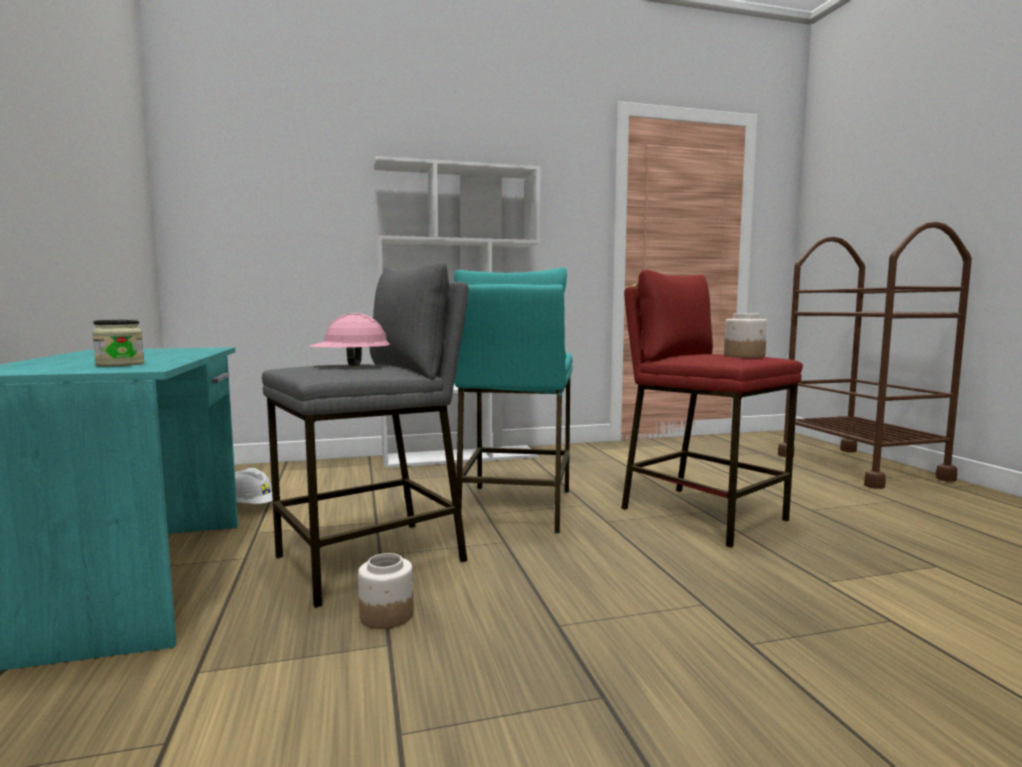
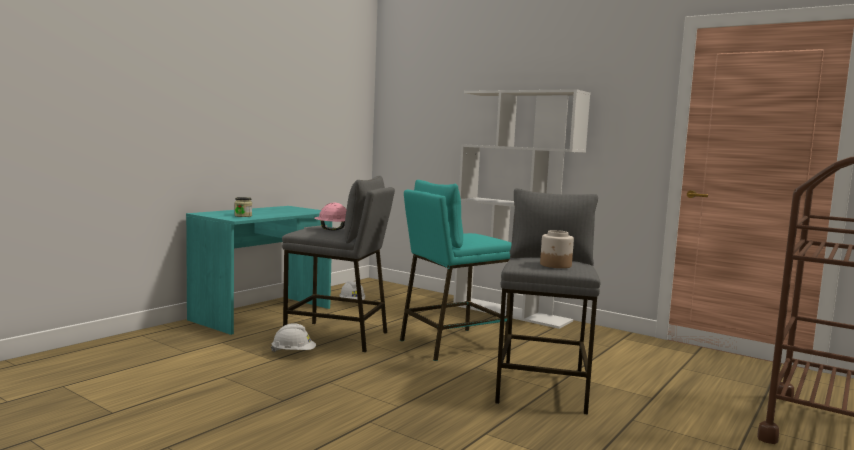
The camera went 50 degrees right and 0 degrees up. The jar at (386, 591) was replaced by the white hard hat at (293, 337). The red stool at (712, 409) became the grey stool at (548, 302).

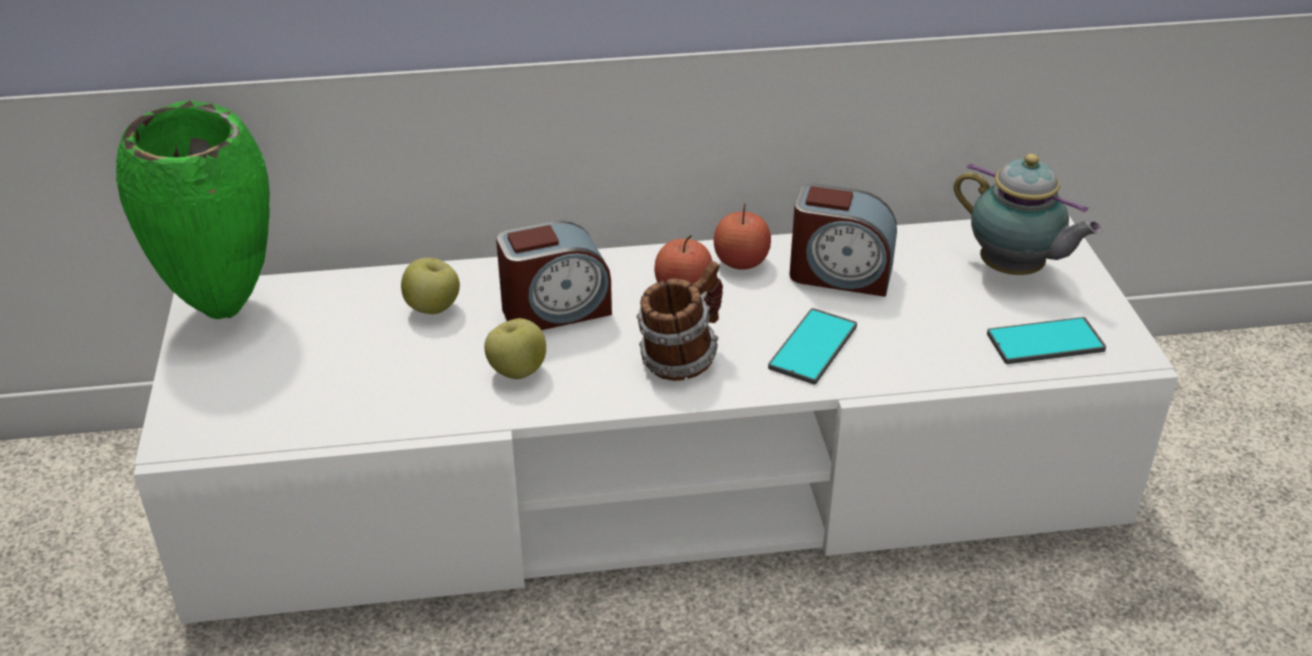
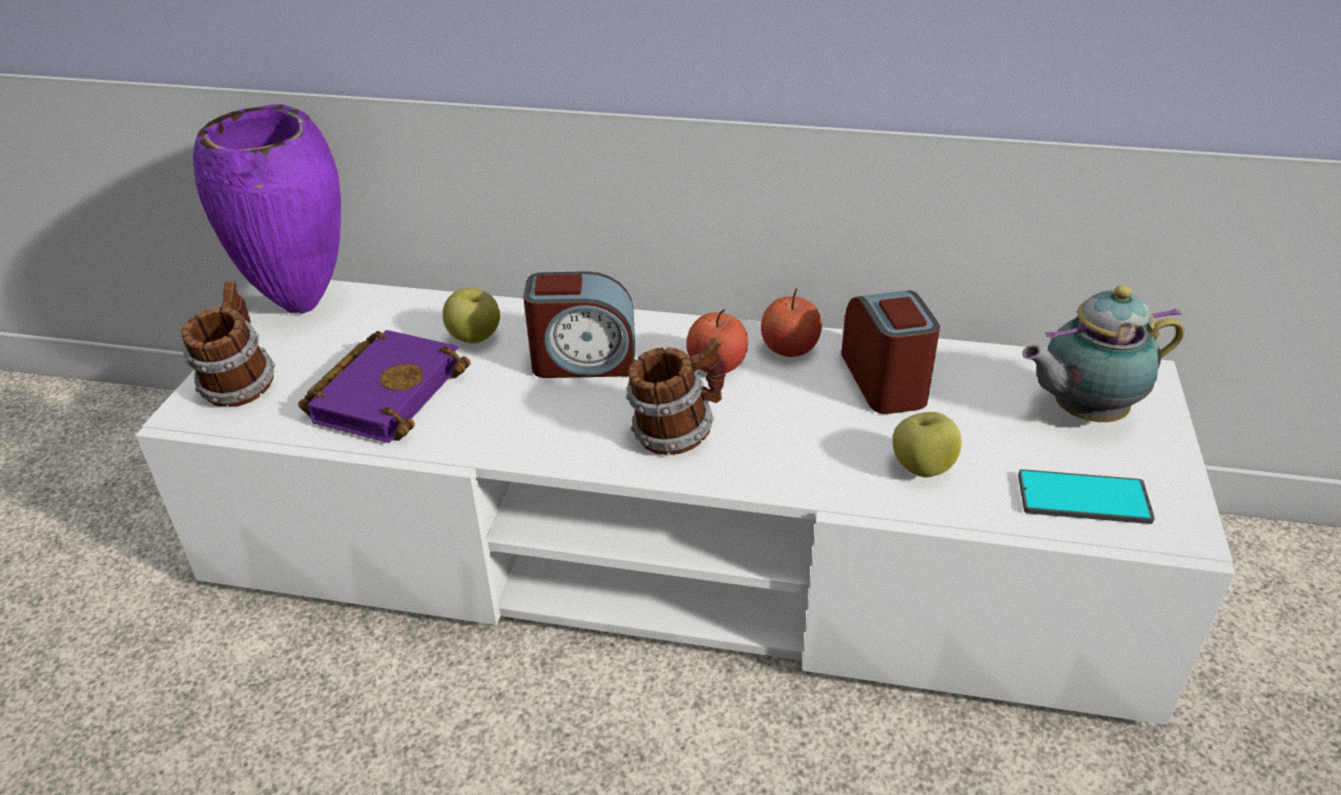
The camera went 20 degrees right and 0 degrees up. The green vase at (193, 209) became the purple vase at (267, 209). The apple moved from (515, 348) to (927, 444). The phone at (812, 346) disappeared. The alarm clock at (843, 240) turned 135 degrees counterclockwise. The teapot at (1028, 214) turned 105 degrees clockwise. The mug at (228, 344) appeared. The purple book at (384, 386) appeared.

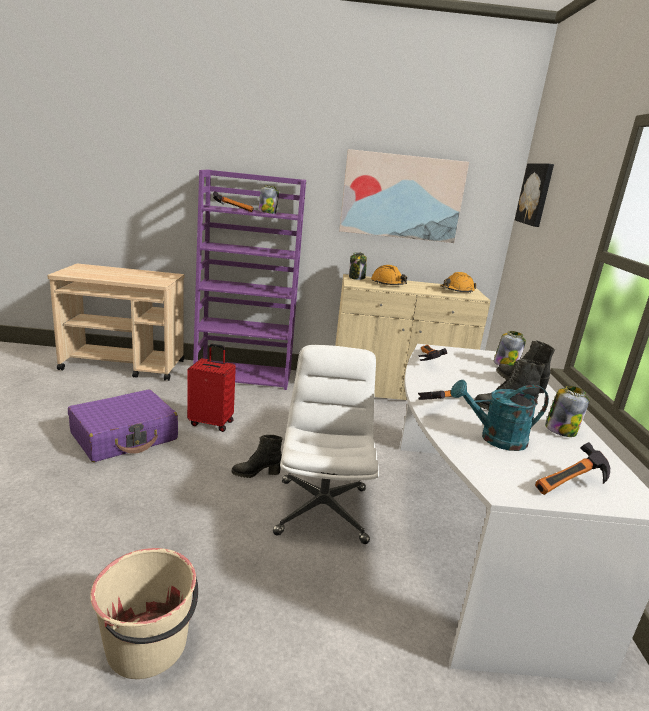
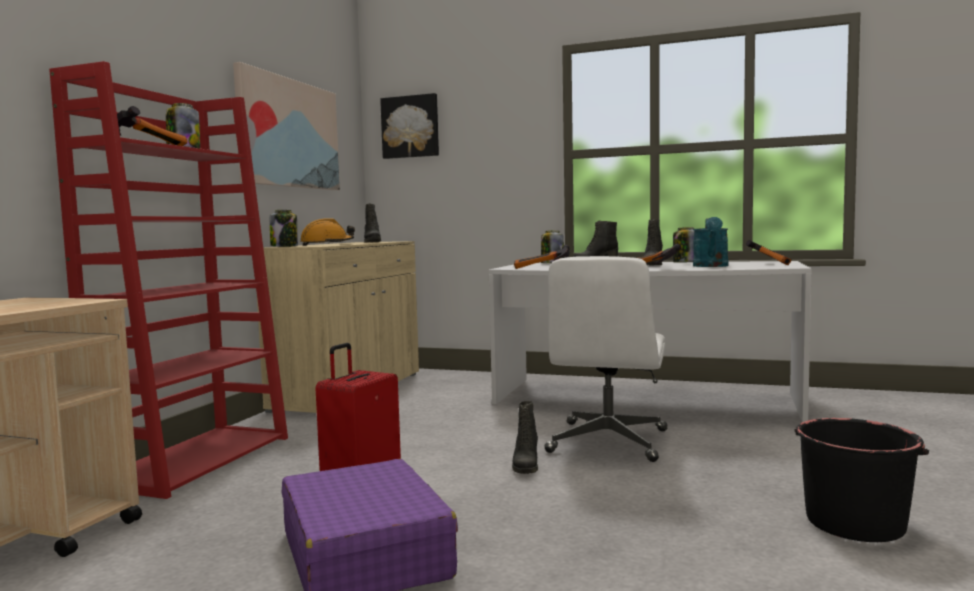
The camera went 70 degrees left and 15 degrees down. The beige bucket at (144, 613) became the black bucket at (861, 480). The purple bookcase at (249, 280) became the red bookcase at (168, 280). The white office chair at (326, 444) turned 90 degrees counterclockwise. The orange hard hat at (458, 282) was replaced by the black boot at (372, 222).

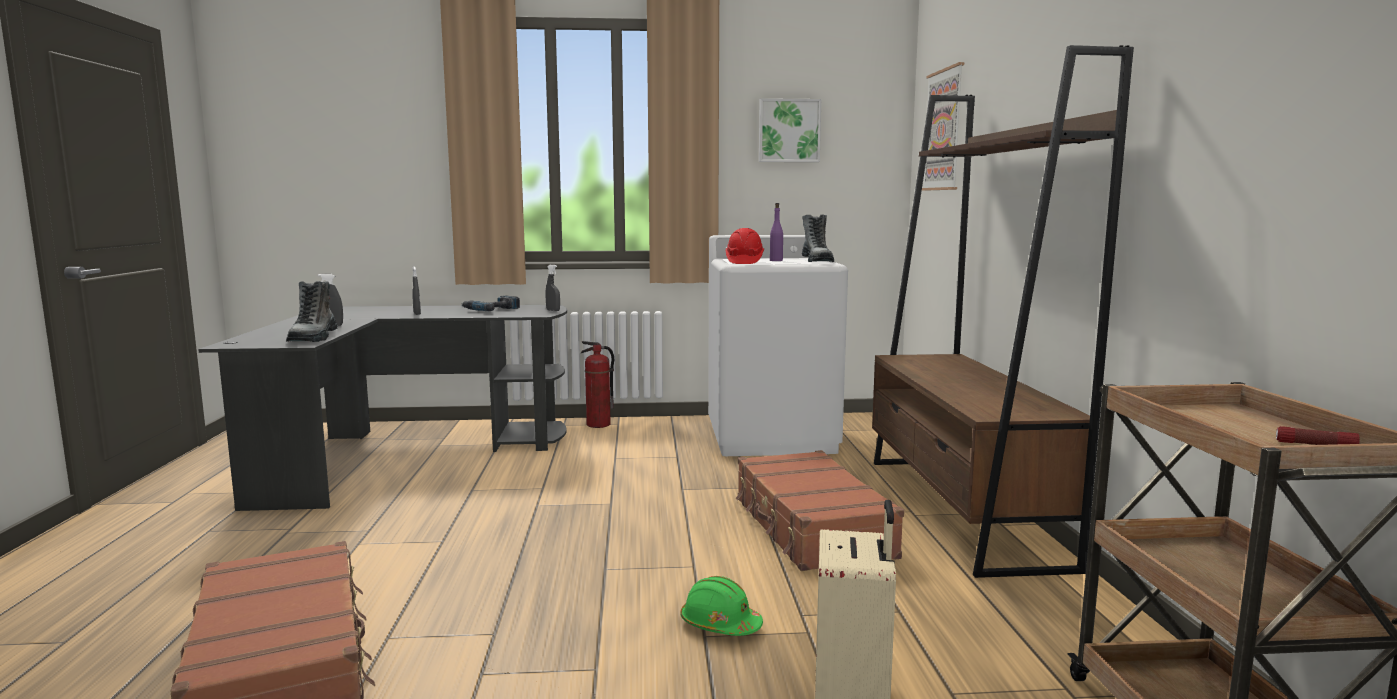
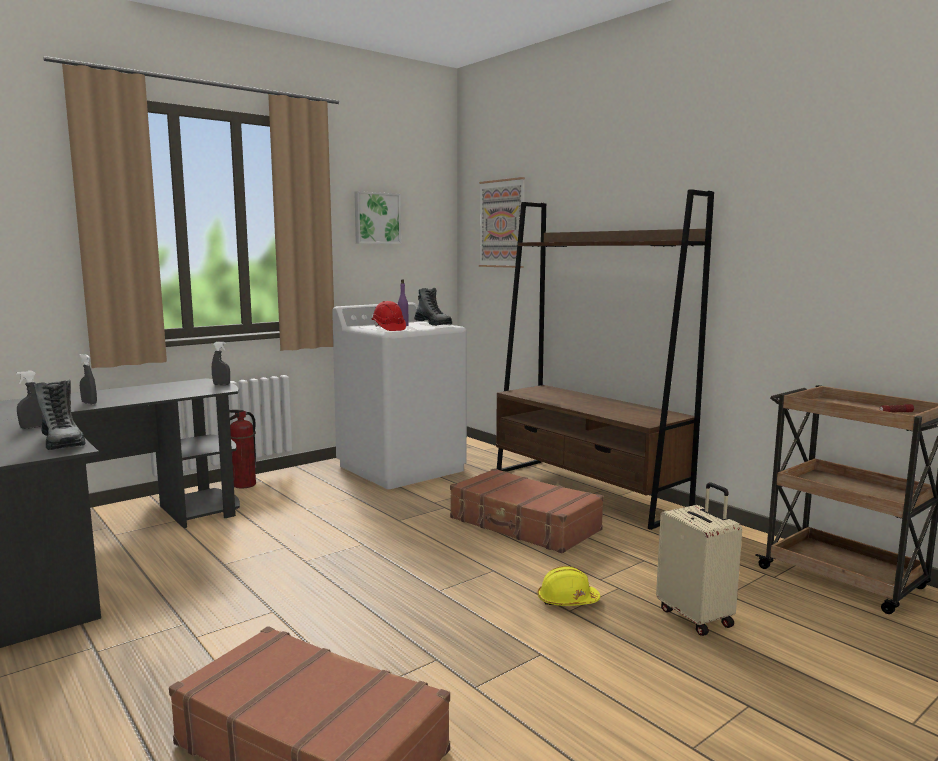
The camera went 35 degrees left and 0 degrees up. The power drill at (491, 303) disappeared. The green hard hat at (722, 606) became the yellow hard hat at (569, 586).

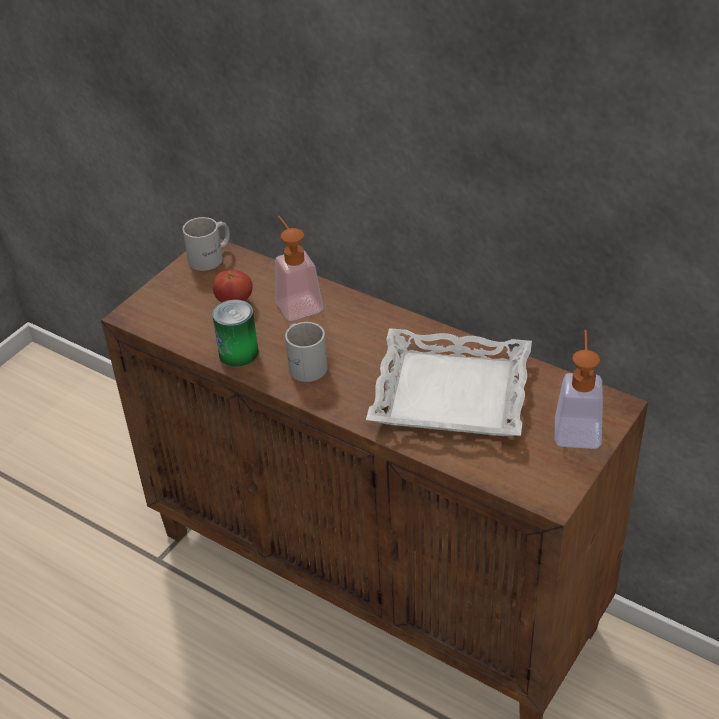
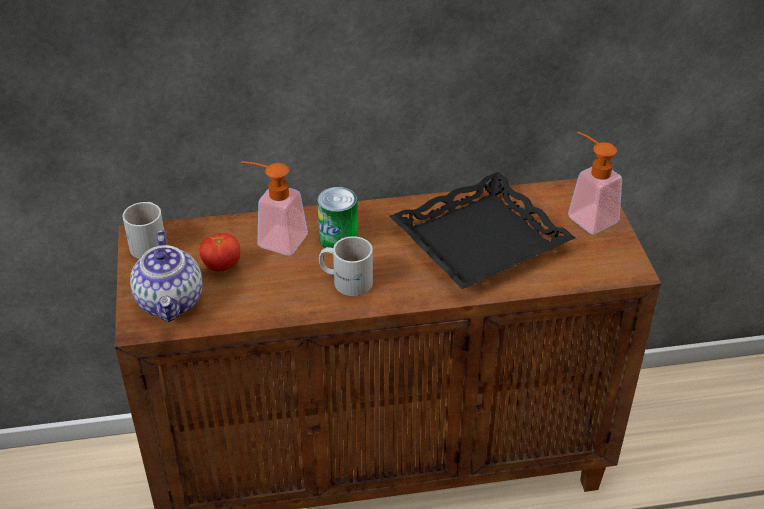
The camera went 45 degrees left and 0 degrees up. The can moved from (235, 333) to (337, 217). The white tray at (449, 382) became the black tray at (482, 230). The teapot at (166, 276) appeared.

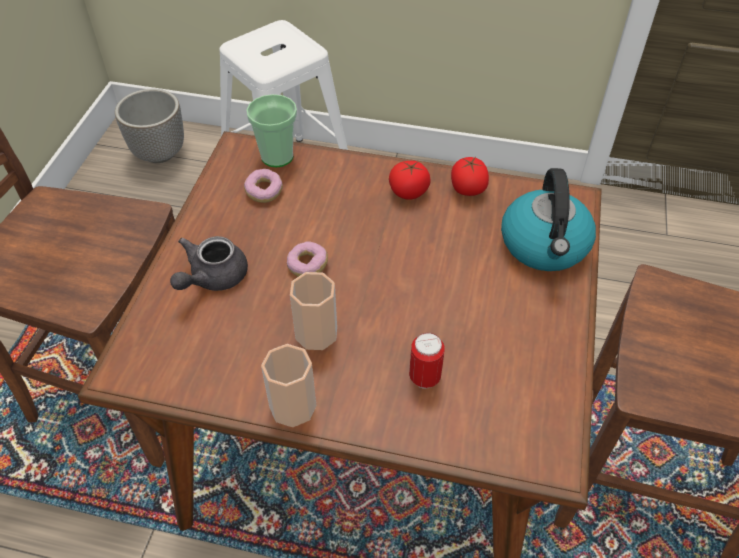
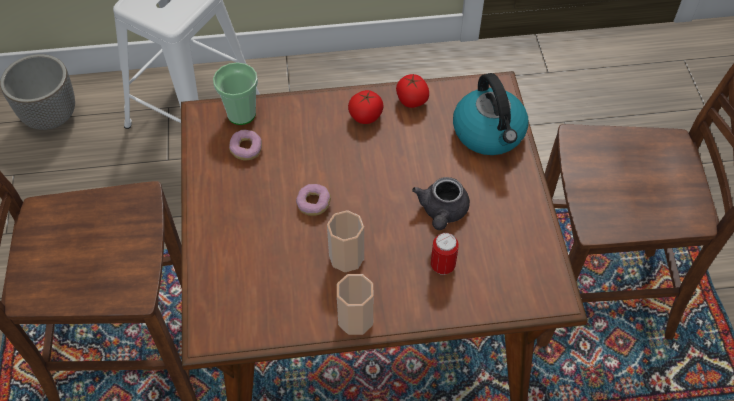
The camera went 20 degrees left and 5 degrees up. The grey teapot moved from (209, 263) to (441, 203).

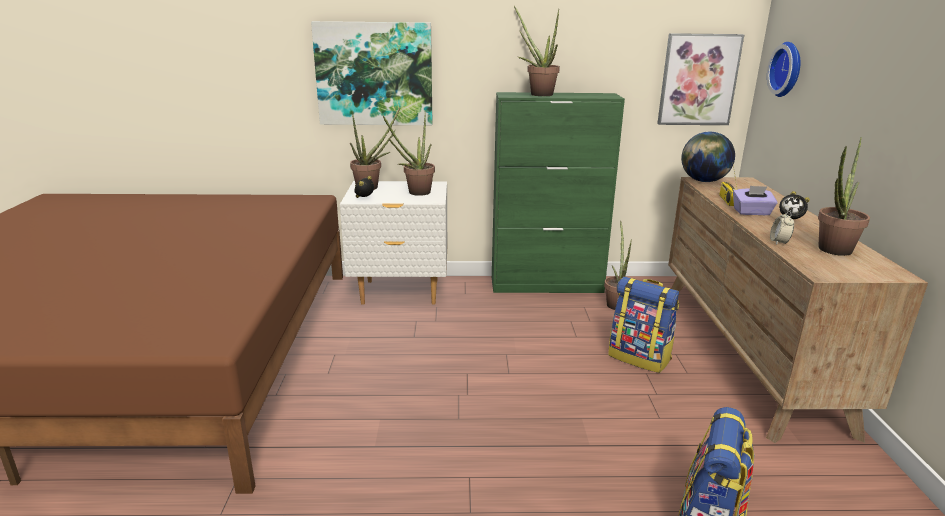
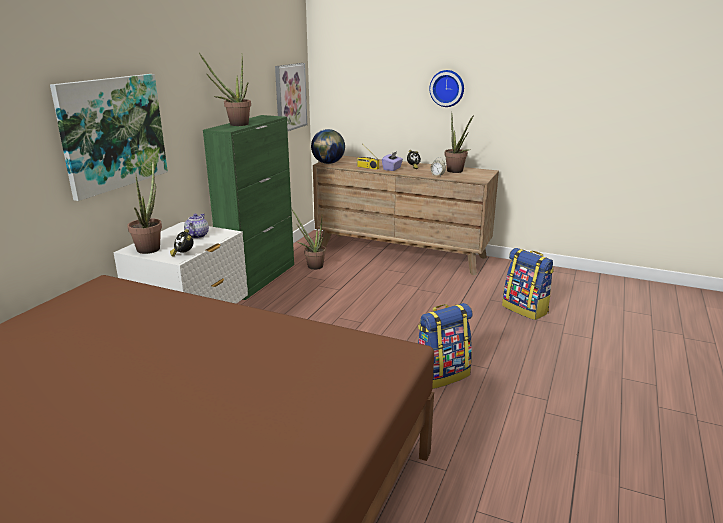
The camera went 65 degrees left and 0 degrees up. The potted plant at (409, 155) was replaced by the teapot at (196, 226). The backpack moved from (643, 325) to (445, 346). The wall clock moved from (783, 69) to (446, 88).

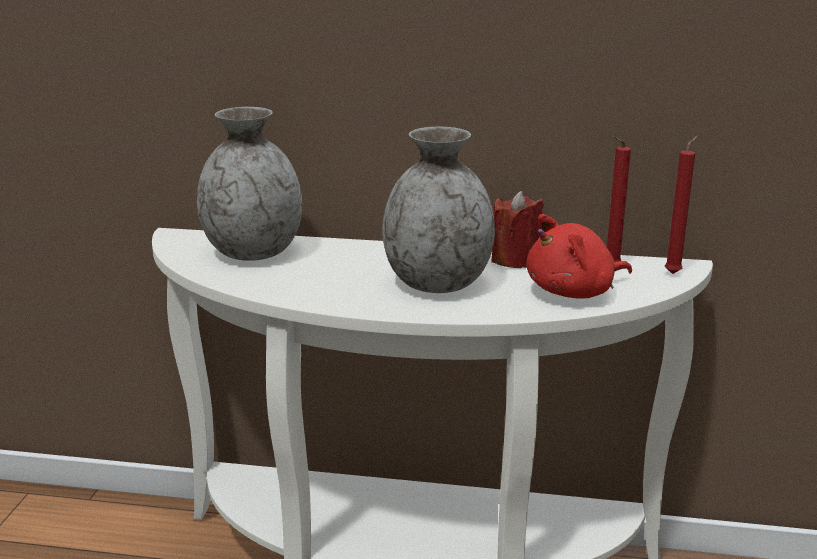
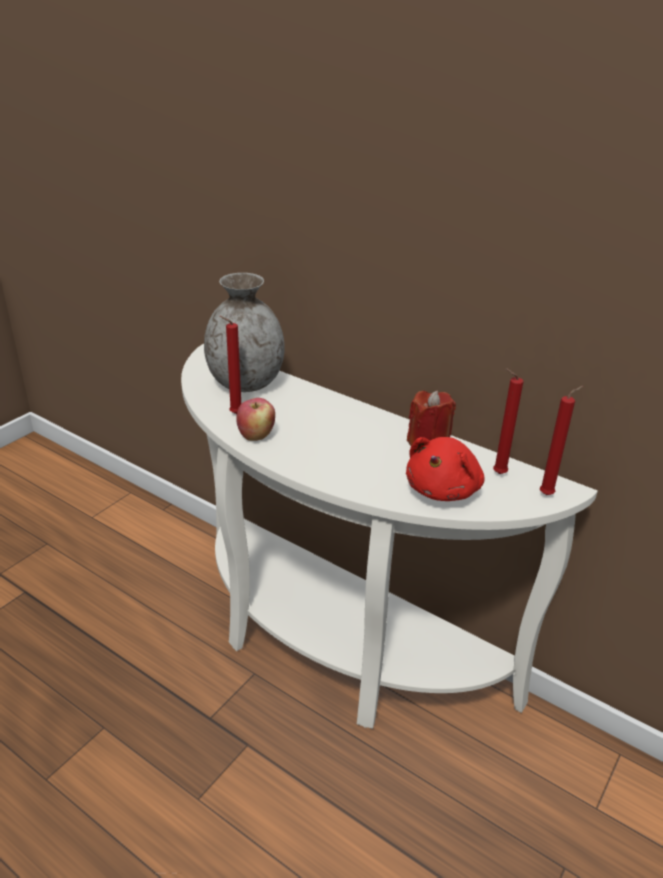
The camera went 25 degrees right and 10 degrees up. The grey vase at (438, 210) disappeared. The red plush toy at (579, 256) turned 60 degrees counterclockwise. The red candle at (230, 365) appeared. The apple at (255, 419) appeared.

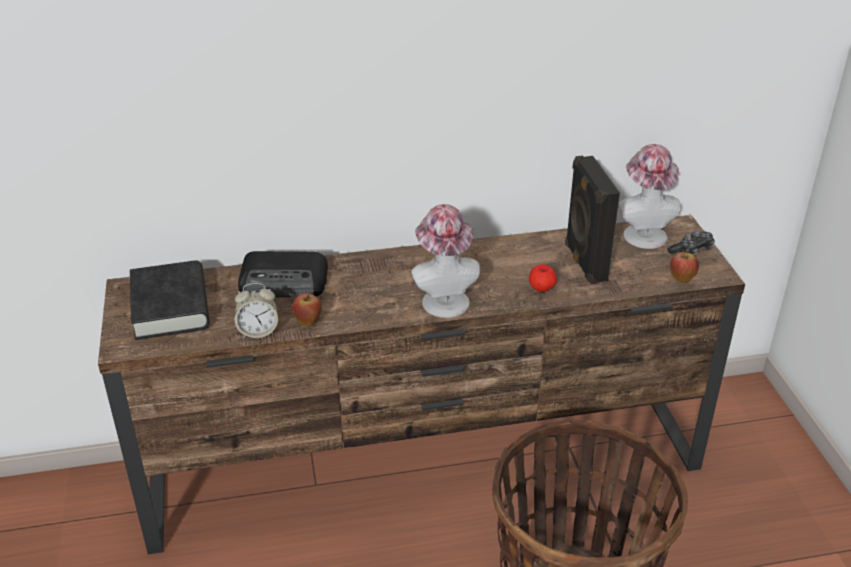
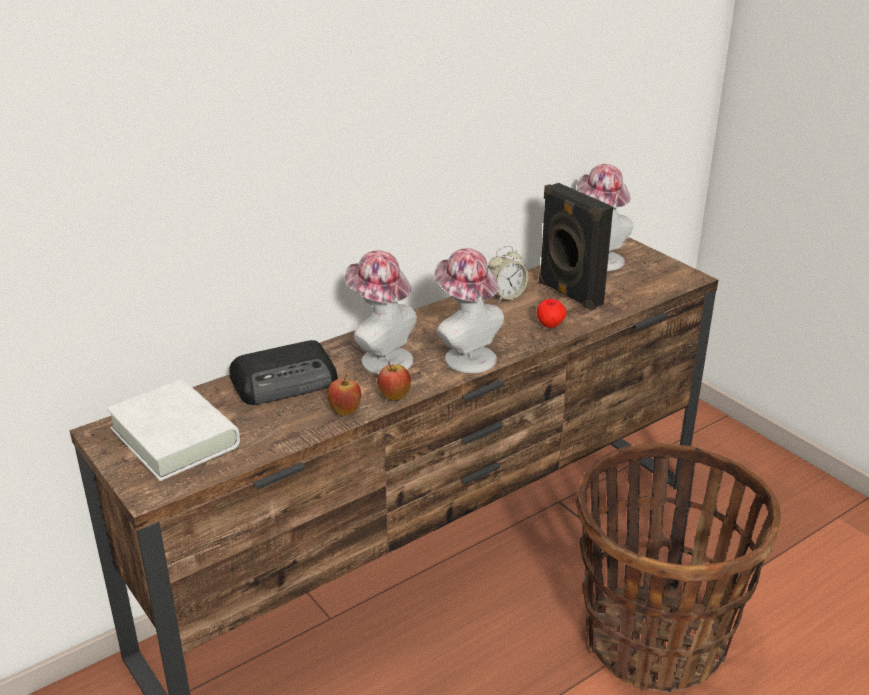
The camera went 25 degrees left and 5 degrees down. The black book at (170, 300) became the white book at (173, 430). The alarm clock moved from (256, 310) to (508, 274). The game controller at (691, 242) disappeared. The apple moved from (684, 266) to (394, 381). The hat at (381, 312) appeared.

